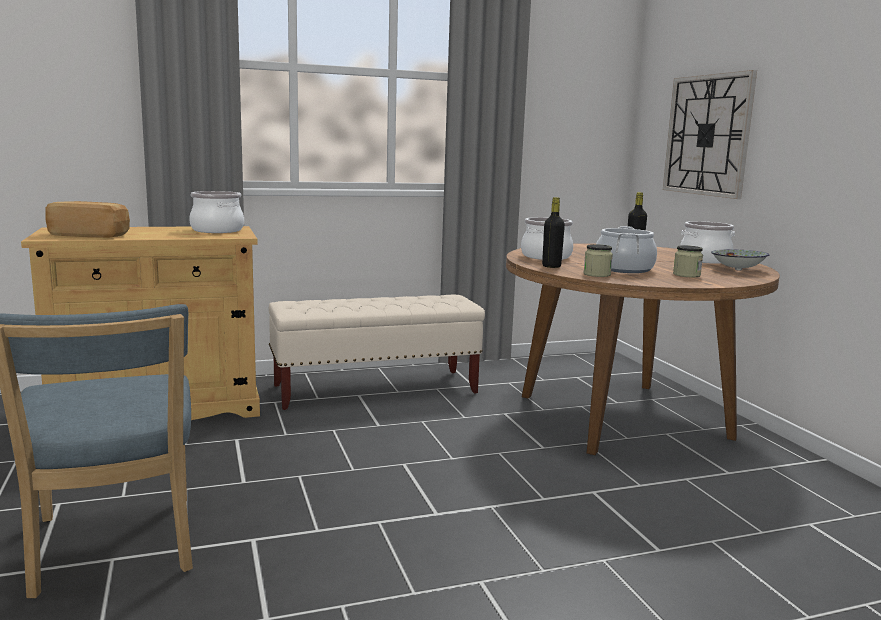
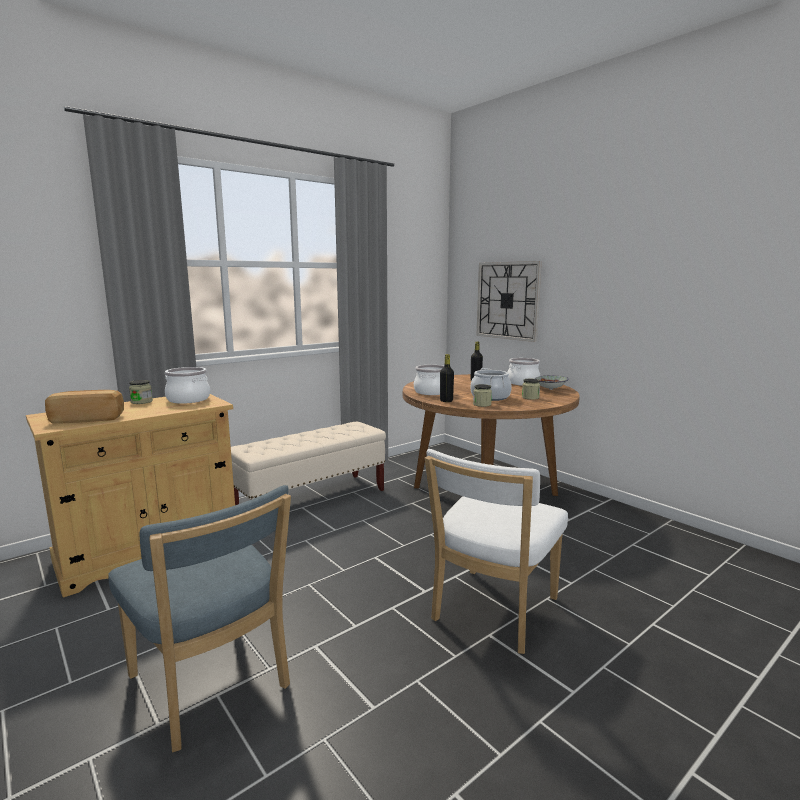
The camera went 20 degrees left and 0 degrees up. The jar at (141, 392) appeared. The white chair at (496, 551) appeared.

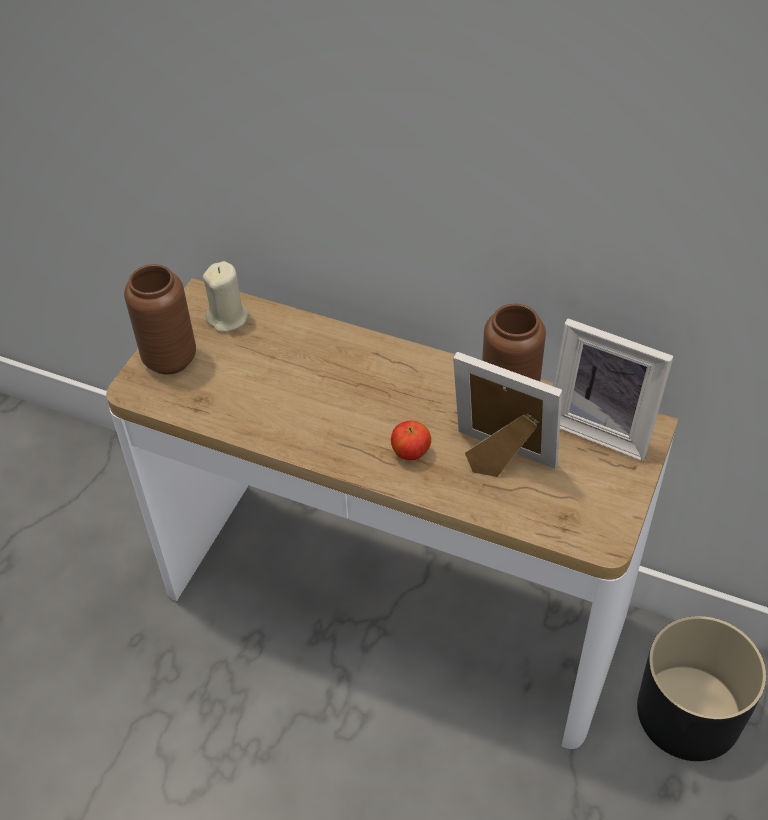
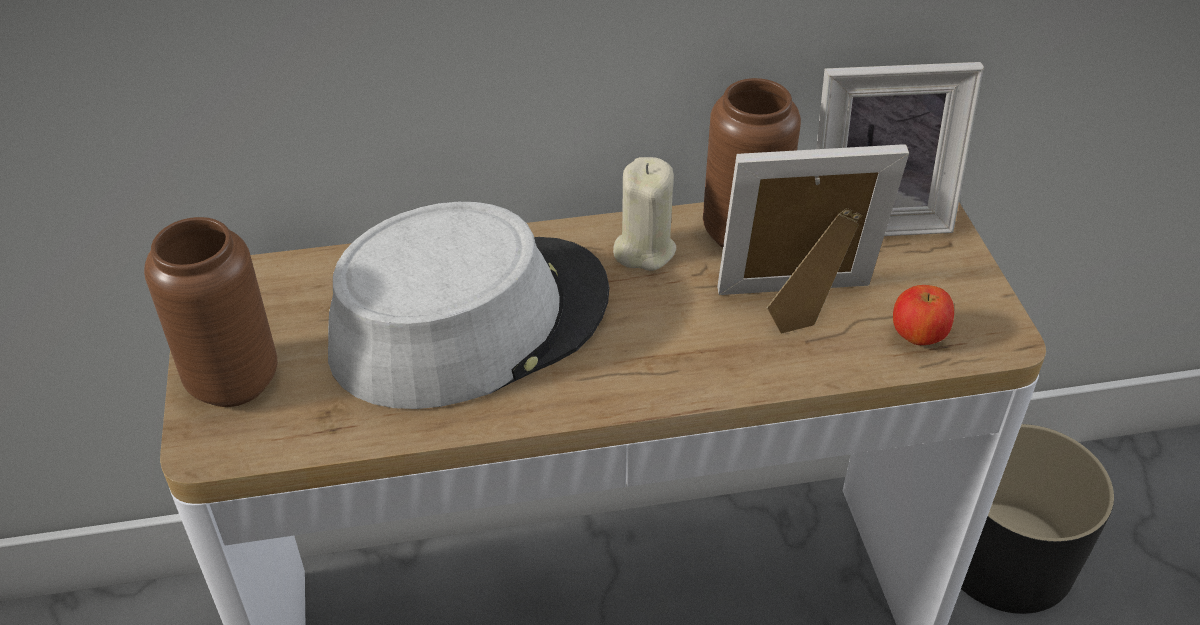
The camera went 35 degrees left and 5 degrees down. The beige candle moved from (226, 296) to (644, 214). The apple moved from (411, 440) to (923, 315). The grey hat at (469, 305) appeared.

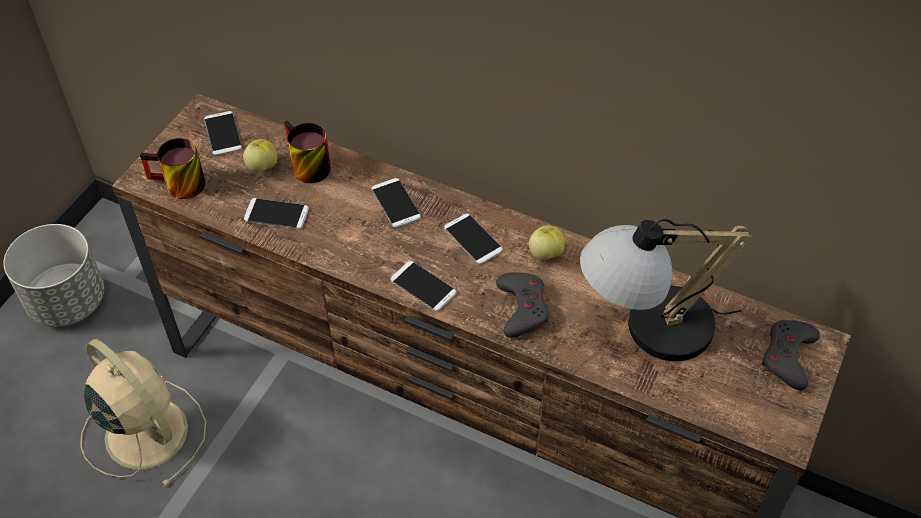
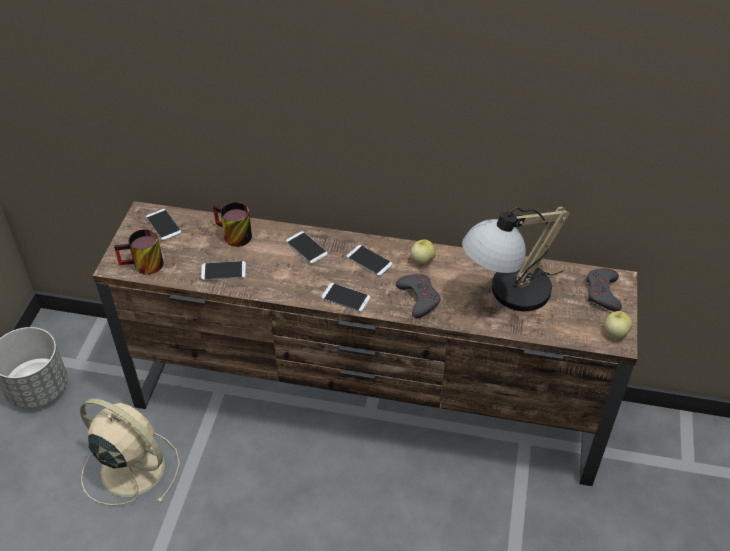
The camera went 15 degrees left and 5 degrees down. The apple moved from (260, 155) to (618, 324).

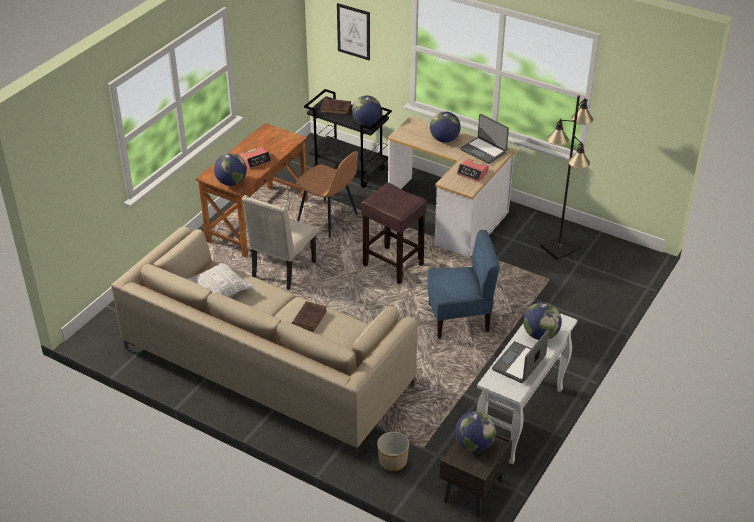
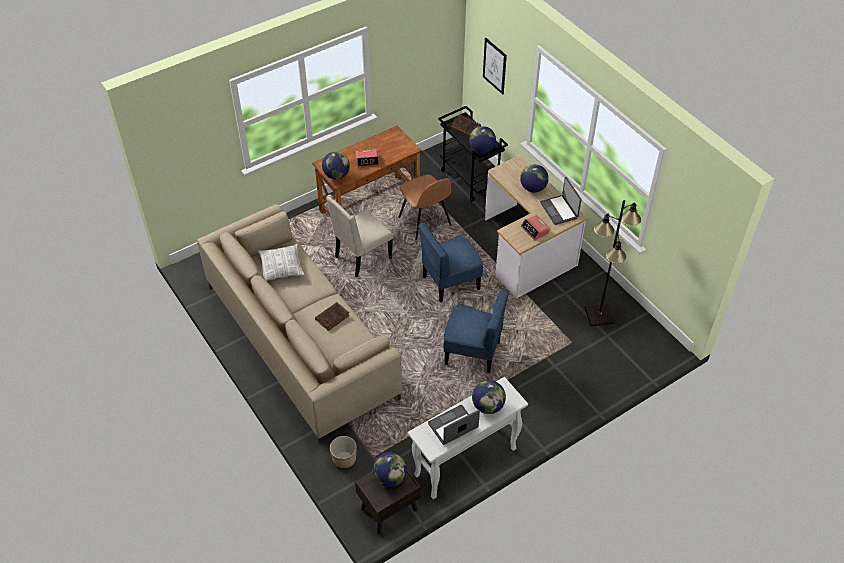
The camera went 25 degrees right and 10 degrees up. The brown stool at (394, 233) was replaced by the blue chair at (450, 263).

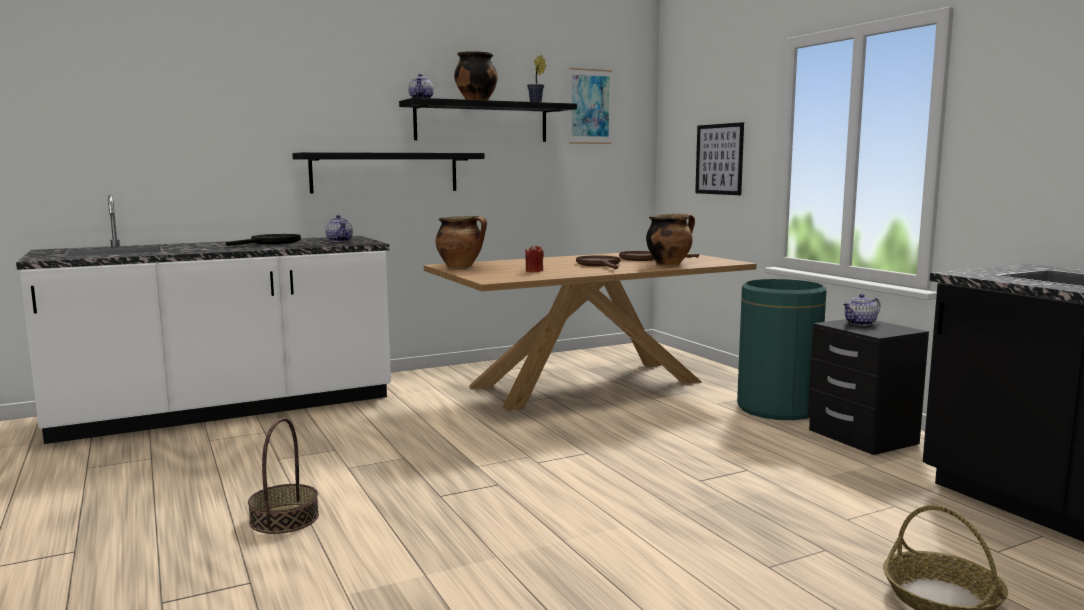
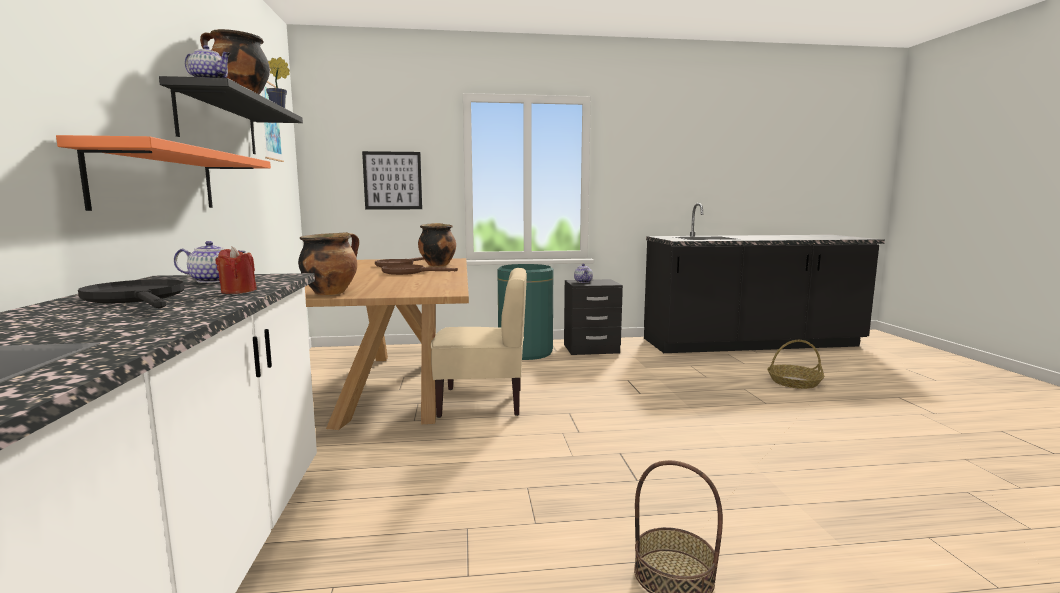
The camera went 70 degrees left and 0 degrees up. The black shelf at (388, 173) became the orange shelf at (163, 173). The red candle moved from (534, 258) to (236, 270). The beige chair at (479, 343) appeared.

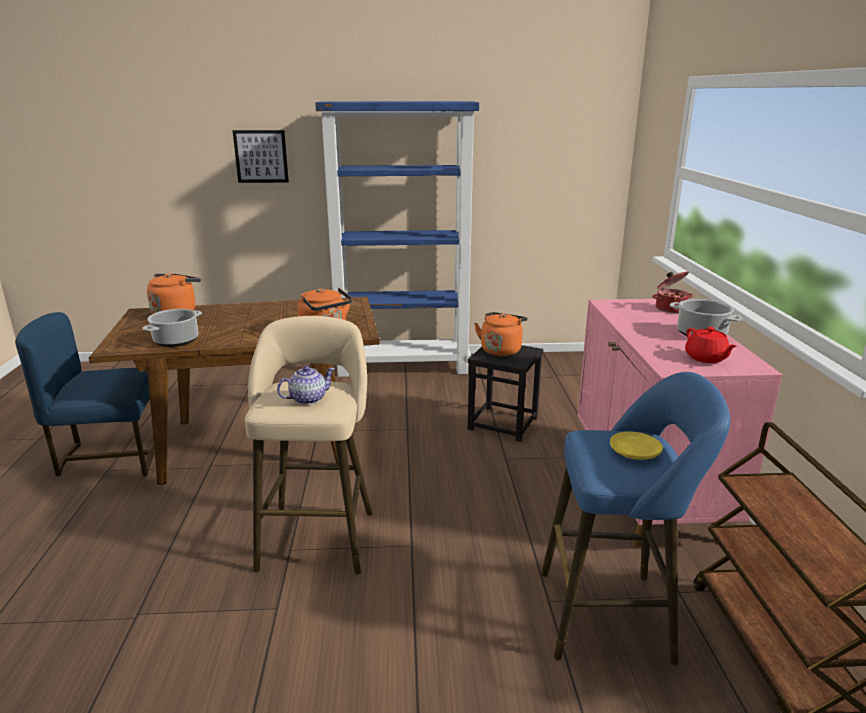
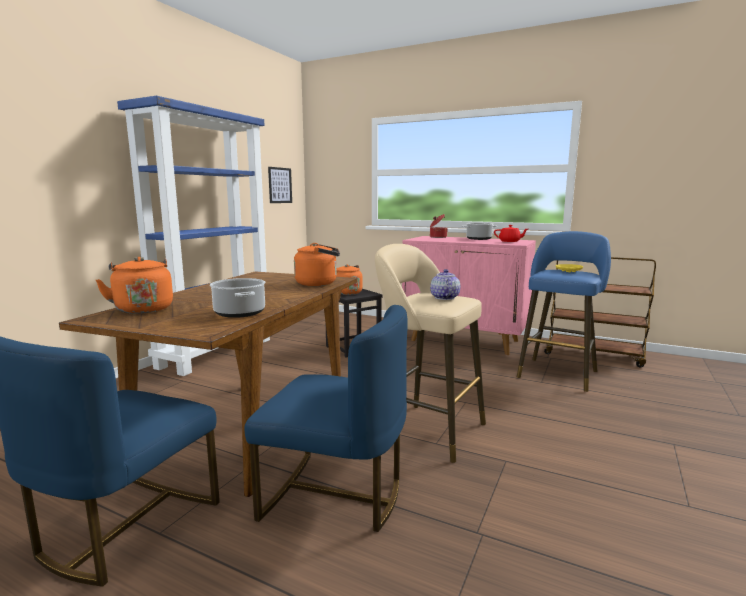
The camera went 60 degrees left and 10 degrees down. The picture moved from (260, 156) to (280, 185). The blue chair at (326, 418) appeared.

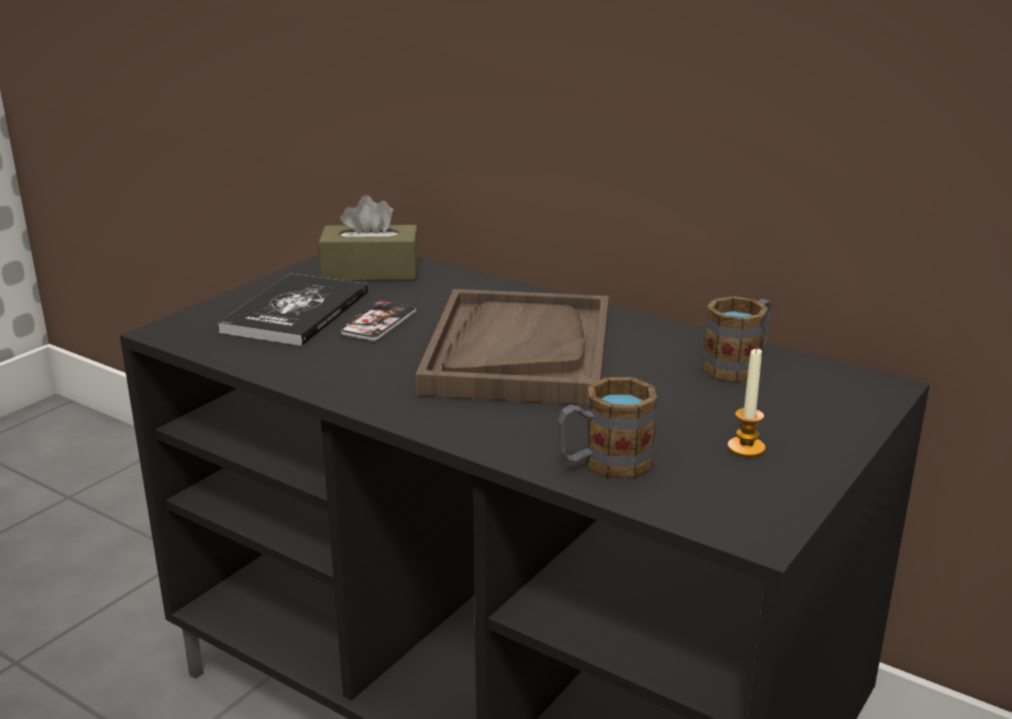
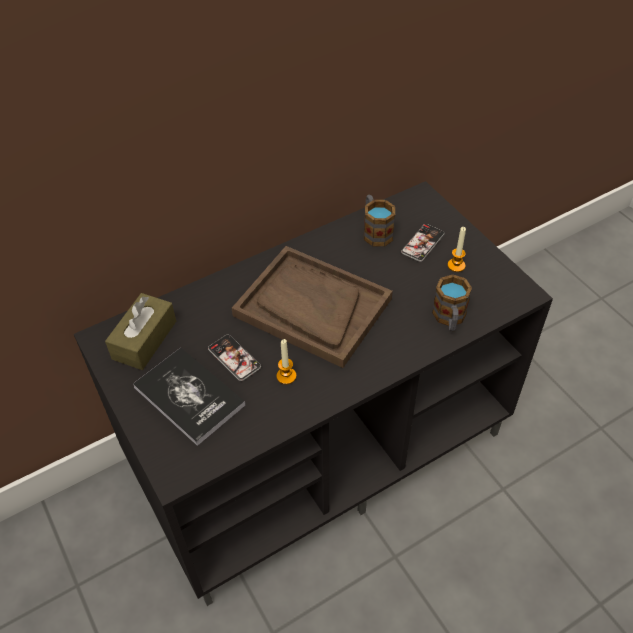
The camera went 65 degrees left and 25 degrees up. The candle at (286, 361) appeared. The phone at (423, 243) appeared.

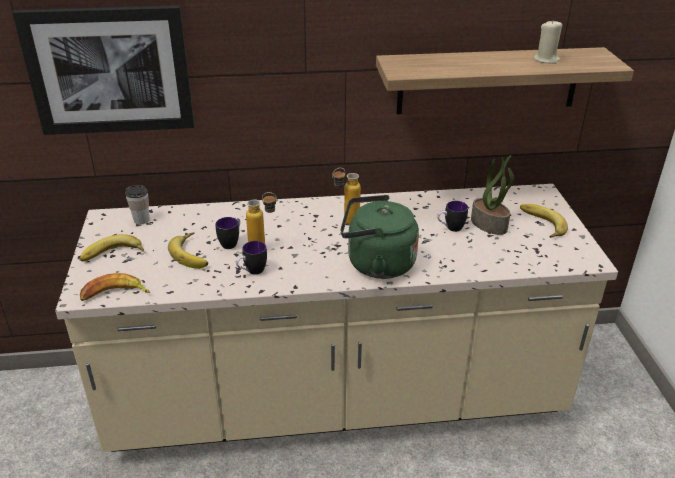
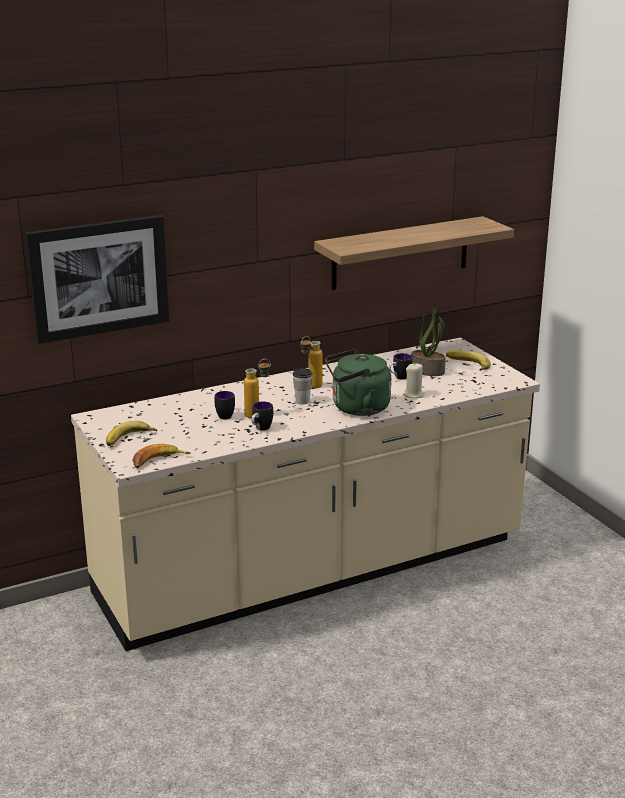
The camera went 20 degrees left and 10 degrees down. The cup moved from (137, 205) to (302, 386). The banana at (188, 250) disappeared. The beige candle moved from (547, 42) to (414, 380).

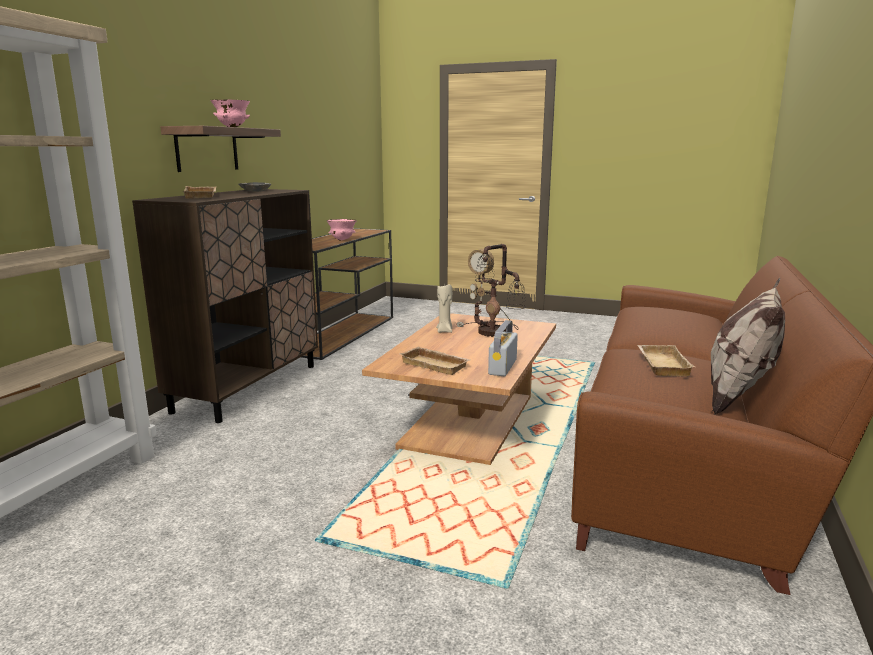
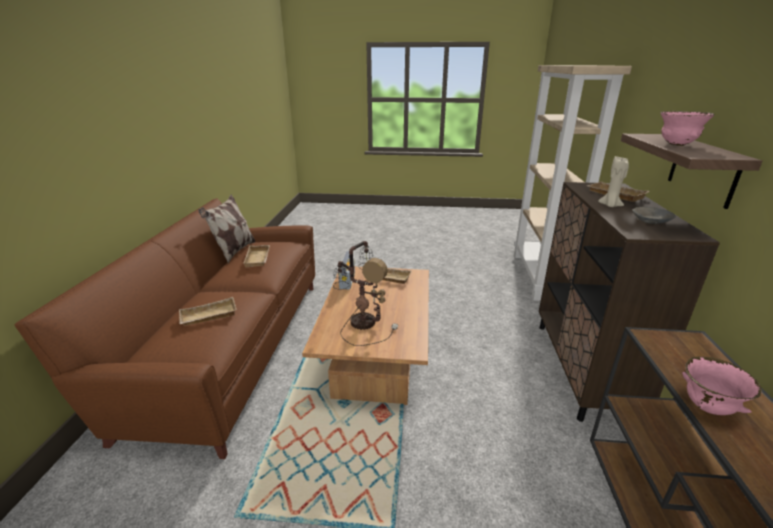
The camera went 165 degrees right and 10 degrees up. The beige candle moved from (444, 308) to (613, 181). The beige tray at (208, 311) appeared.

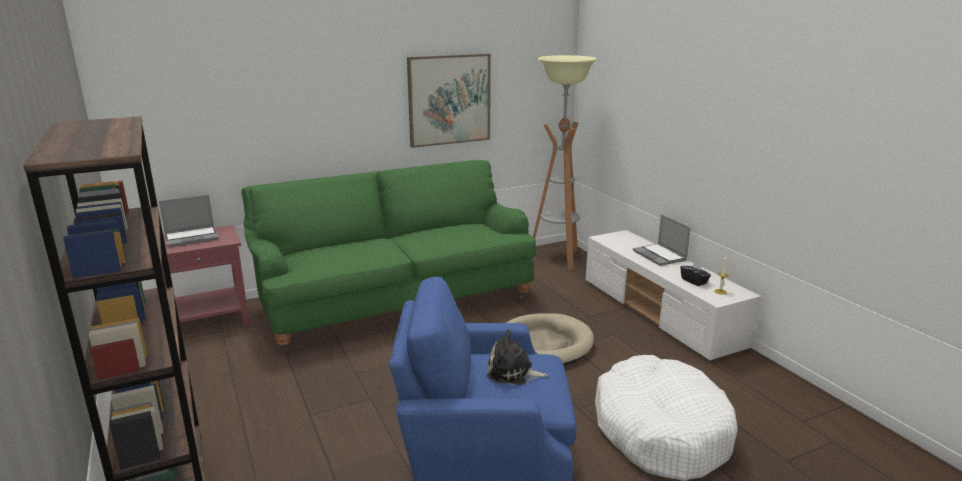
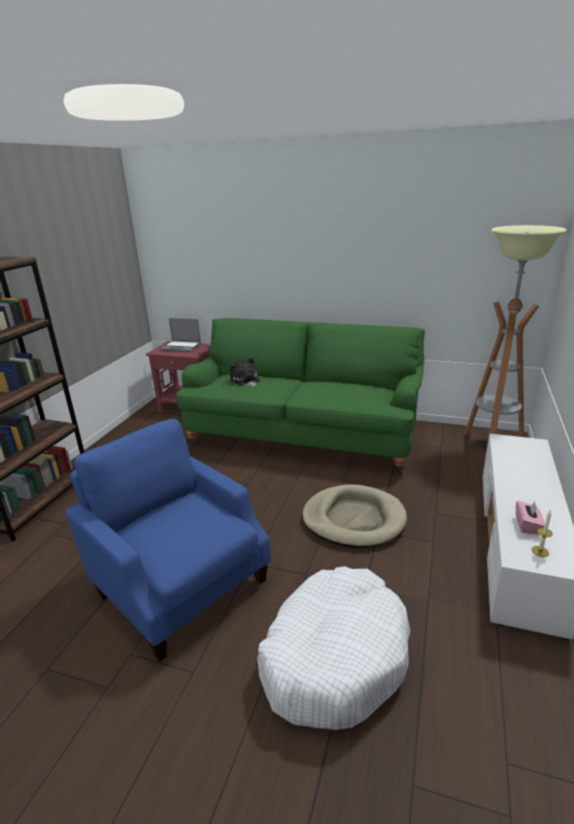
The camera went 45 degrees right and 5 degrees up. The picture at (449, 101) disappeared. The plush toy moved from (517, 357) to (245, 372). The laptop at (662, 240) disappeared. The black tissue box at (695, 273) became the pink tissue box at (530, 517).

